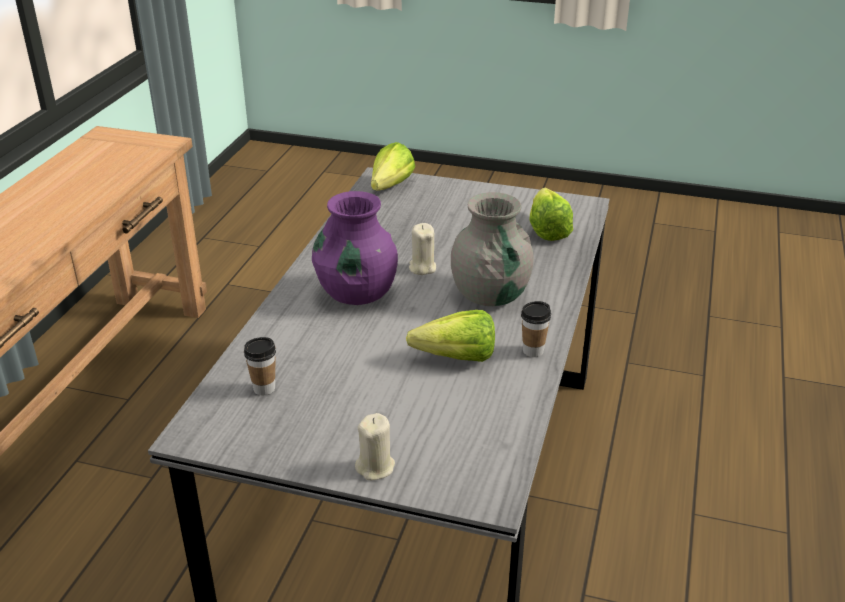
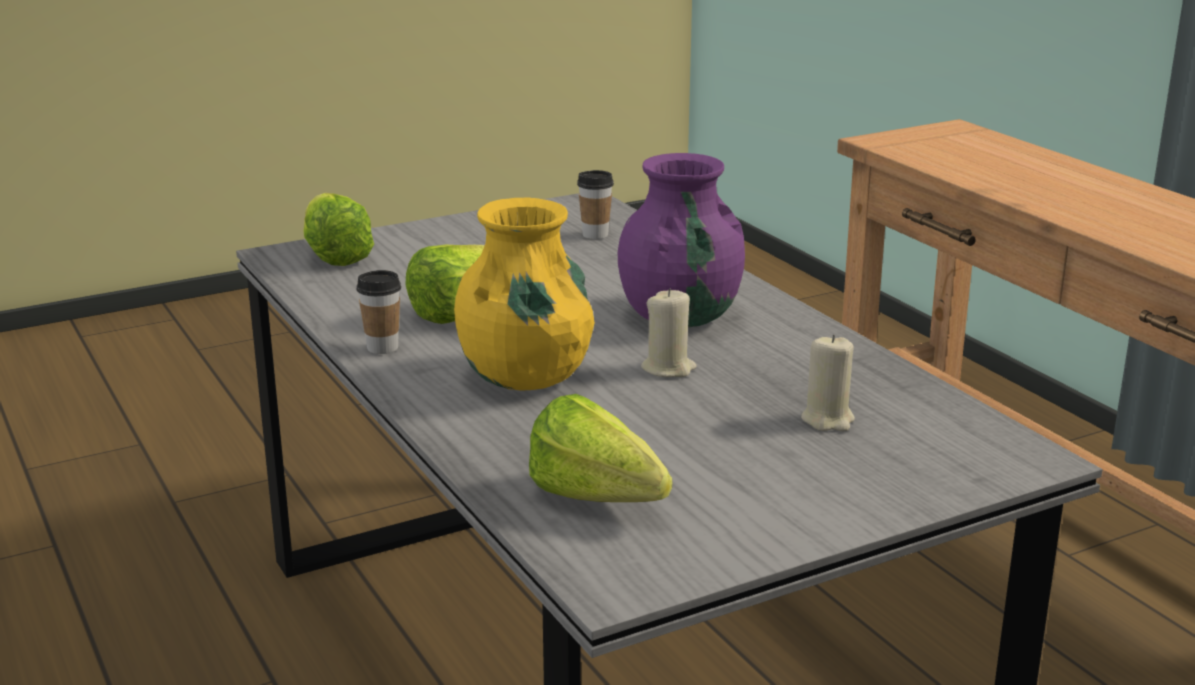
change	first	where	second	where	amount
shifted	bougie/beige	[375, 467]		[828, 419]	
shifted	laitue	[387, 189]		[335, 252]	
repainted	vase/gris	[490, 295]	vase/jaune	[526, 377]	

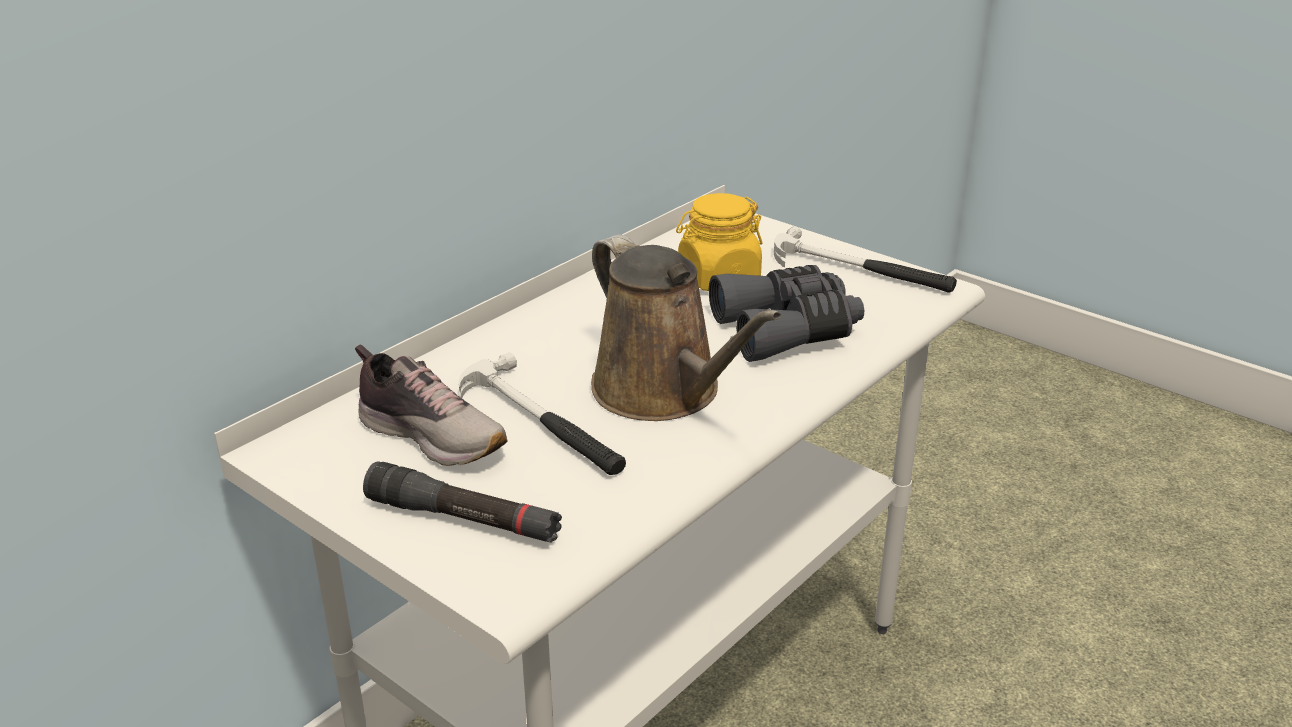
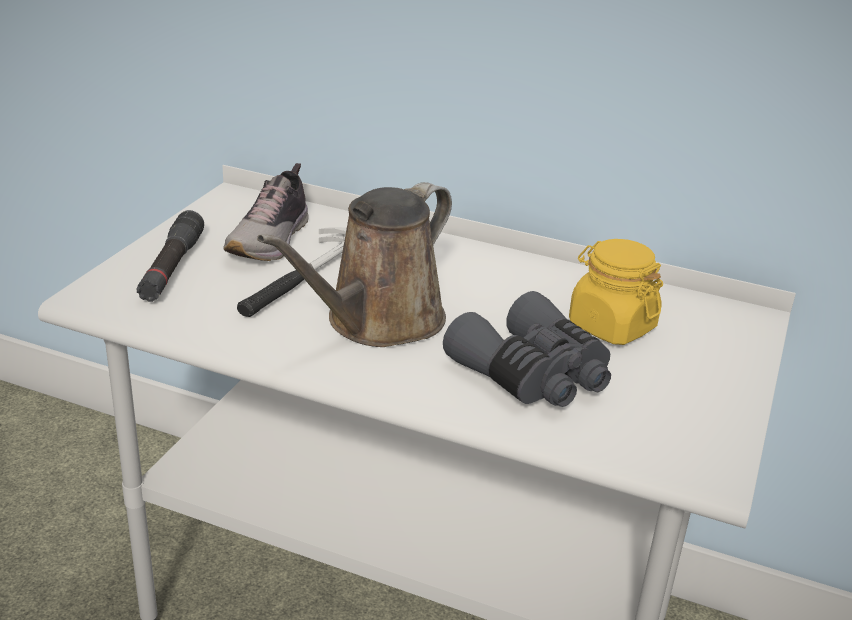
change	first	where	second	where	amount
gone	marteau	[860, 270]			

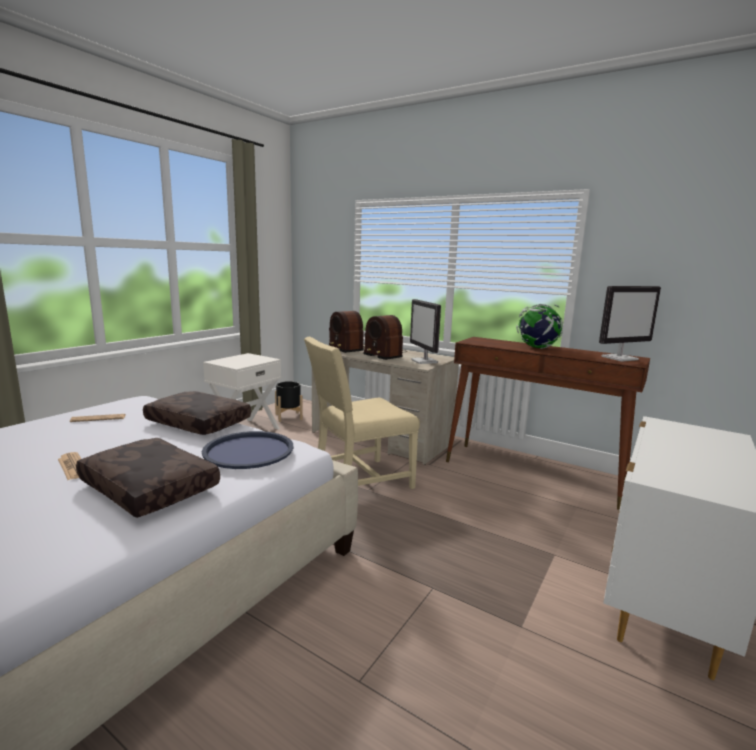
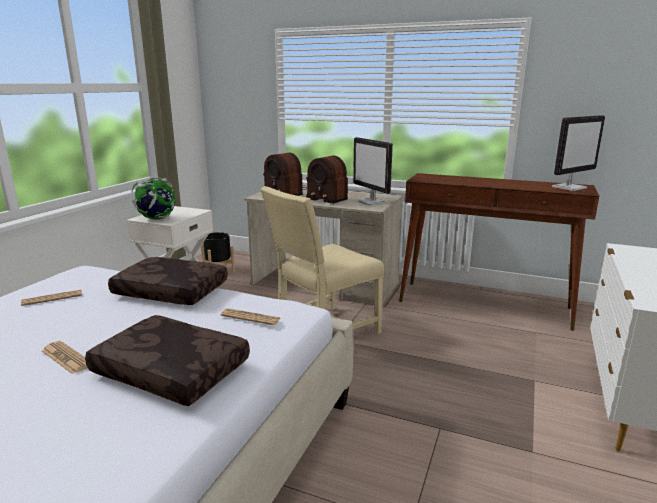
change	first	where	second	where	amount
swapped	plateau/bleu	[248, 451]	journal	[250, 317]	
shifted	globe	[537, 347]		[156, 219]	

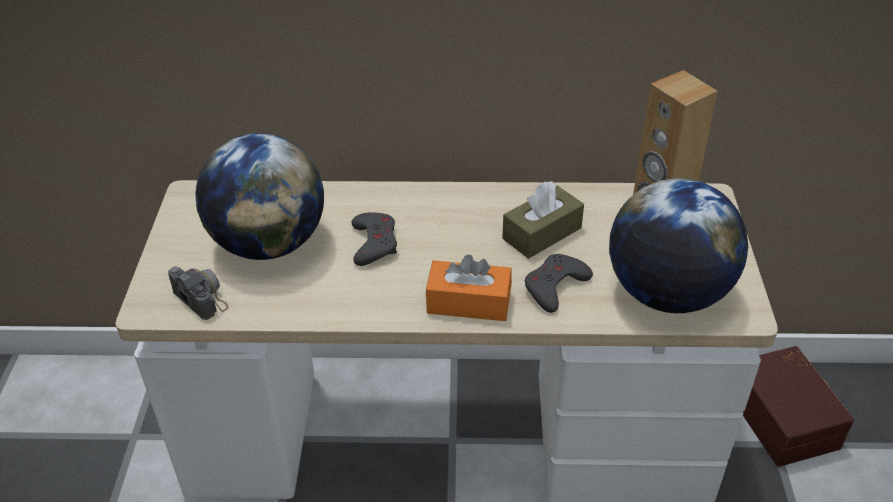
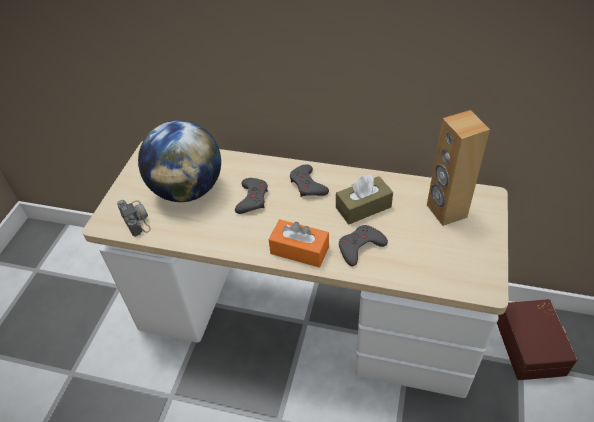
change	first	where	second	where	amount
gone	globe	[667, 294]			
new			manette/gris	[307, 185]	

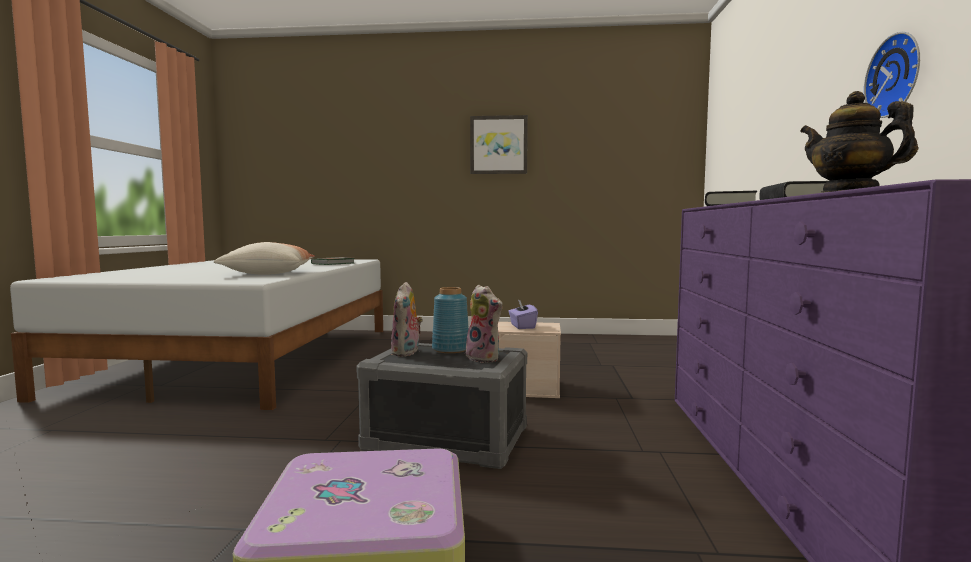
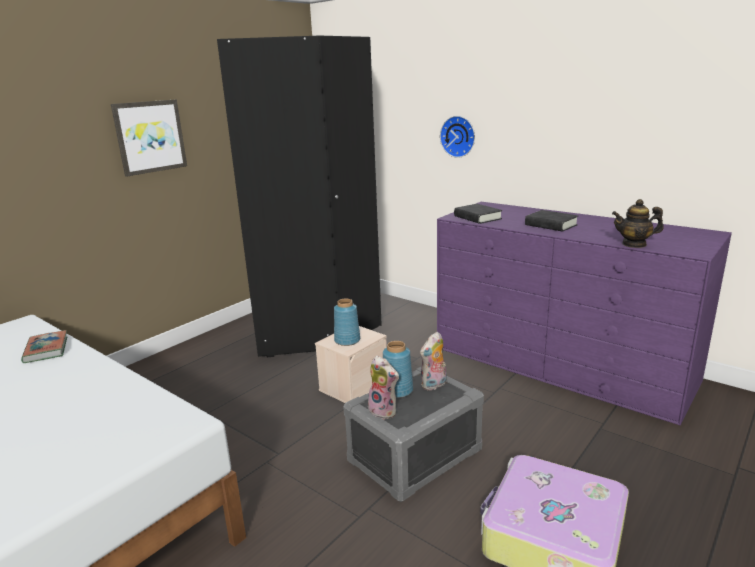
change	first	where	second	where	amount
gone	coussin	[269, 273]			
rotated	peluche	[485, 358]		[434, 385]	150 degrees clockwise
swapped	boîte à mouchoirs/violet	[522, 326]	vase/bleu	[347, 340]	
shifted	horloge murale	[897, 75]		[458, 136]	
new			armoire/noir	[319, 324]	

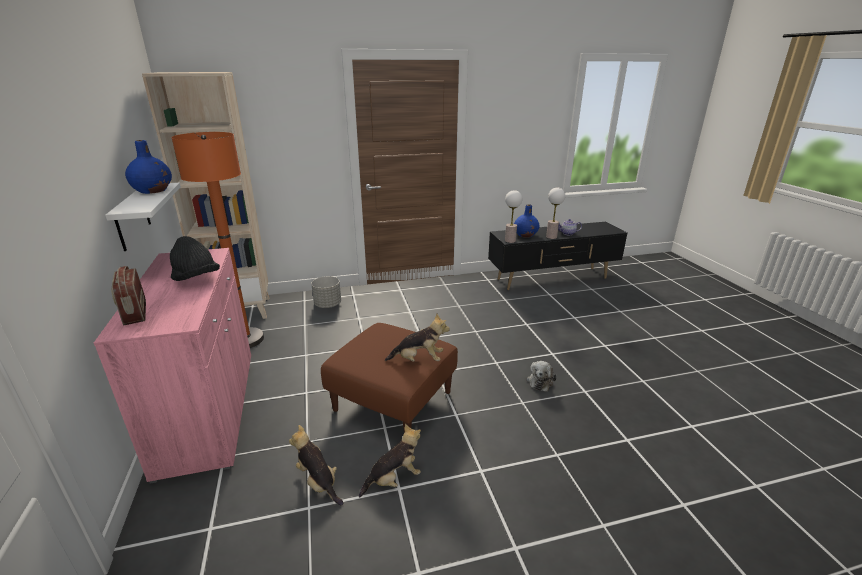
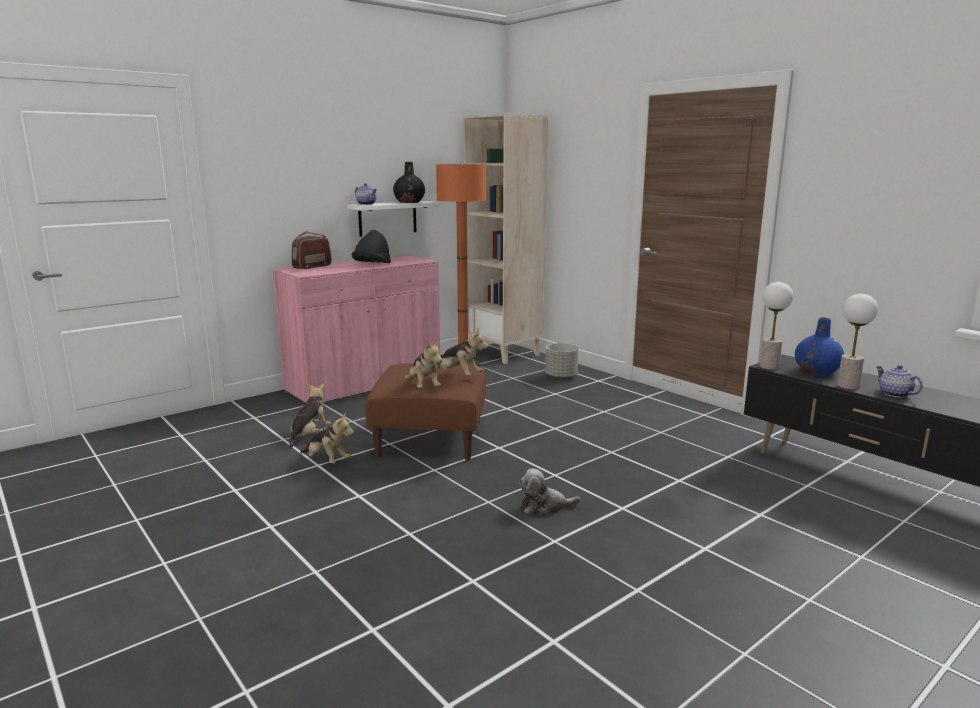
change	first	where	second	where	amount
repainted	vase/bleu	[153, 190]	vase/noir	[409, 202]	
new			théière	[367, 204]	
new			peluche	[458, 376]	

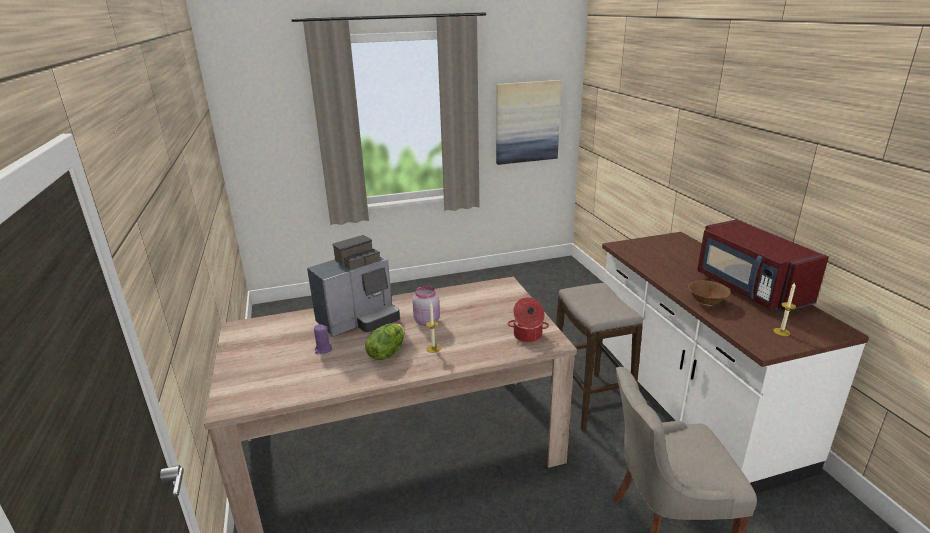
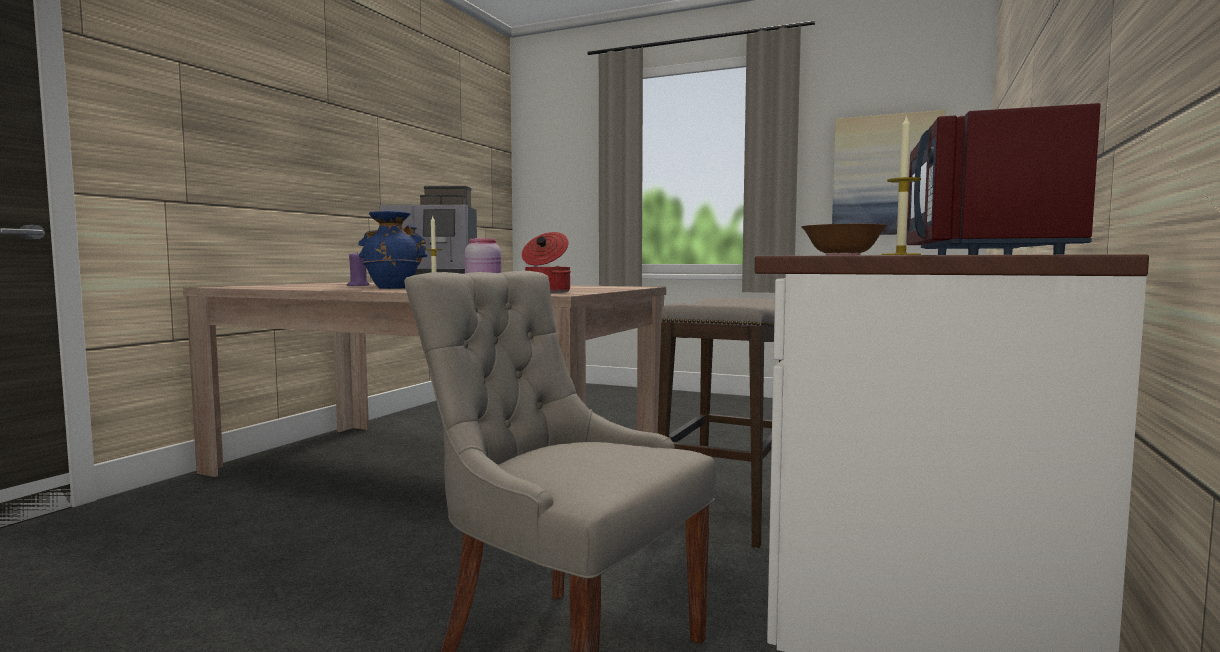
change	first	where	second	where	amount
swapped	laitue	[386, 352]	vase/bleu	[392, 288]	

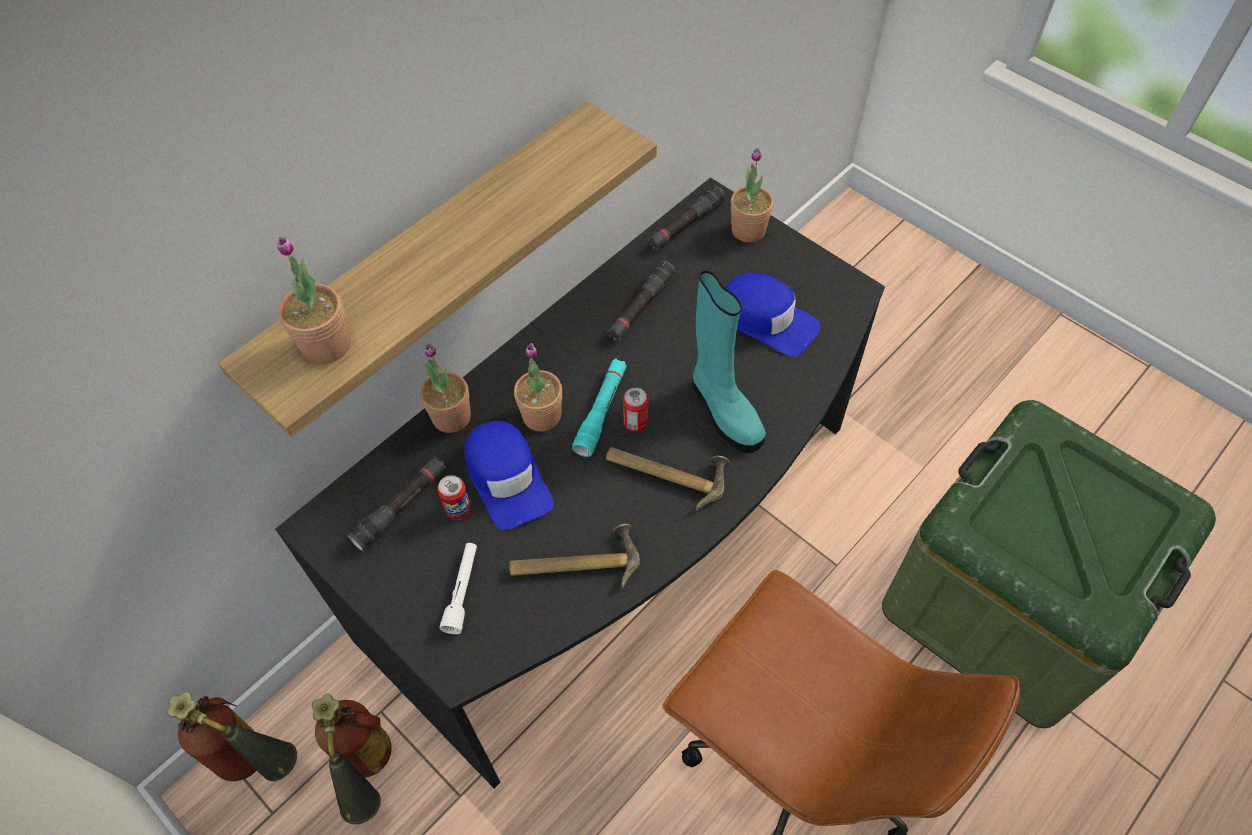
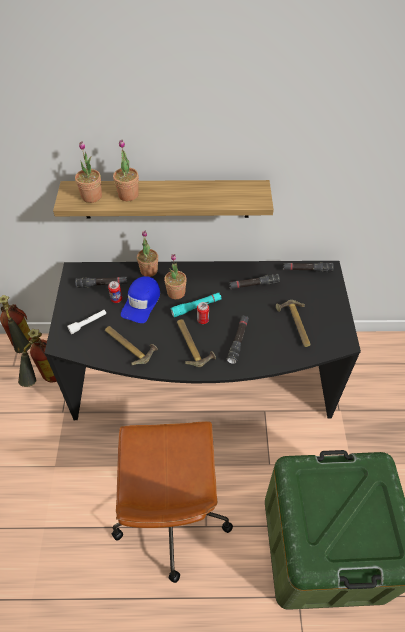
change	first	where	second	where	amount
swapped	botte/turquoise	[724, 410]	lampe de poche/noir	[238, 341]	
swapped	casquette/bleu	[767, 319]	marteau	[295, 325]	
shifted	plante en pot	[748, 230]		[128, 195]	

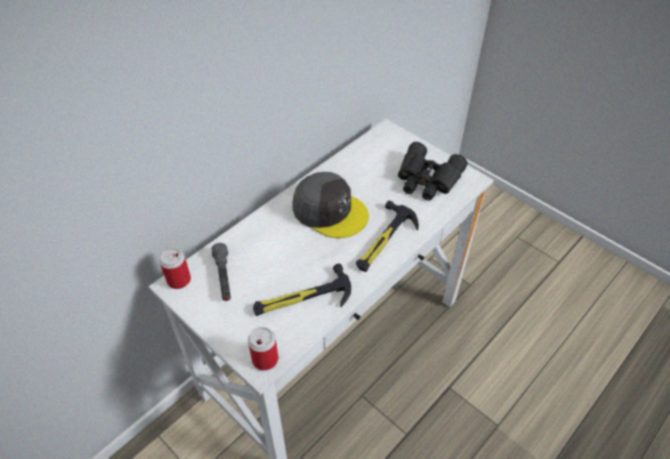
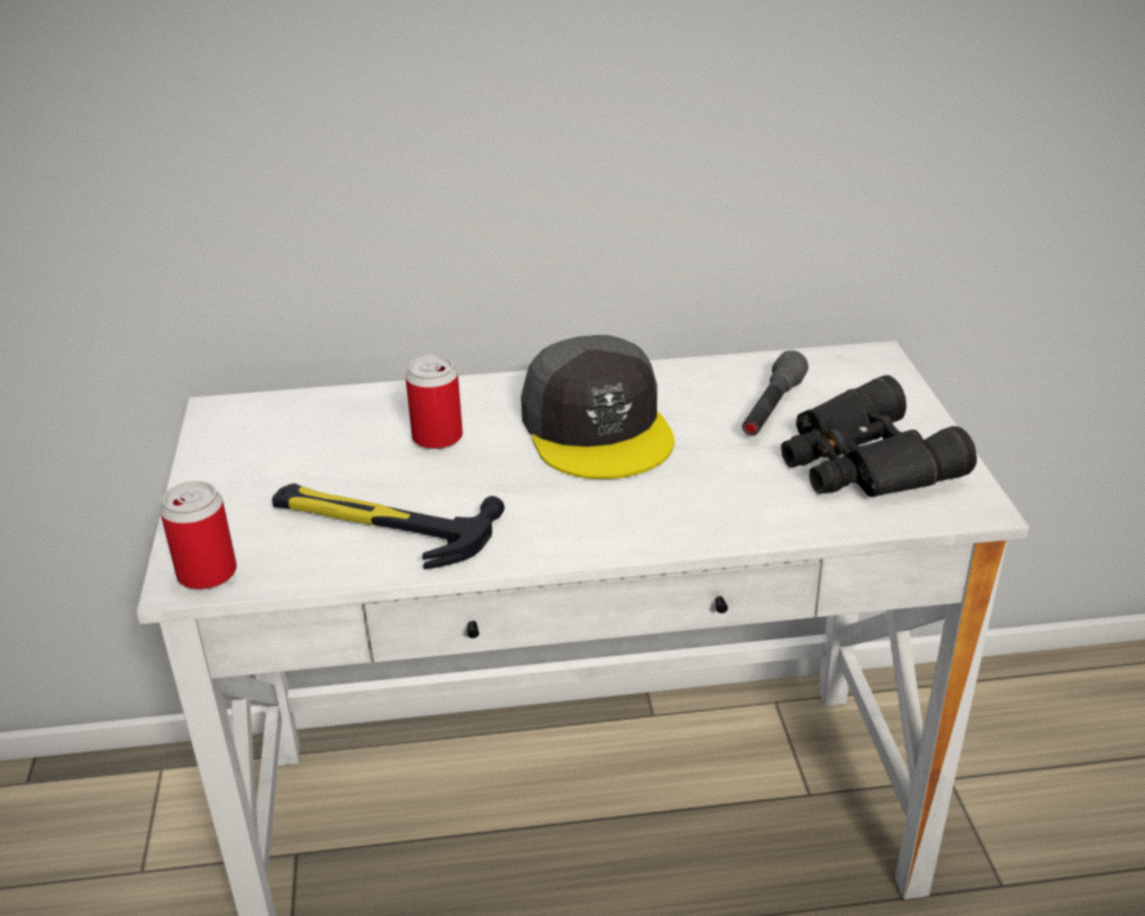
change	first	where	second	where	amount
shifted	boîte métallique	[179, 280]		[437, 437]	
shifted	lampe de poche/gris	[223, 277]		[771, 409]	
gone	marteau	[384, 240]			

